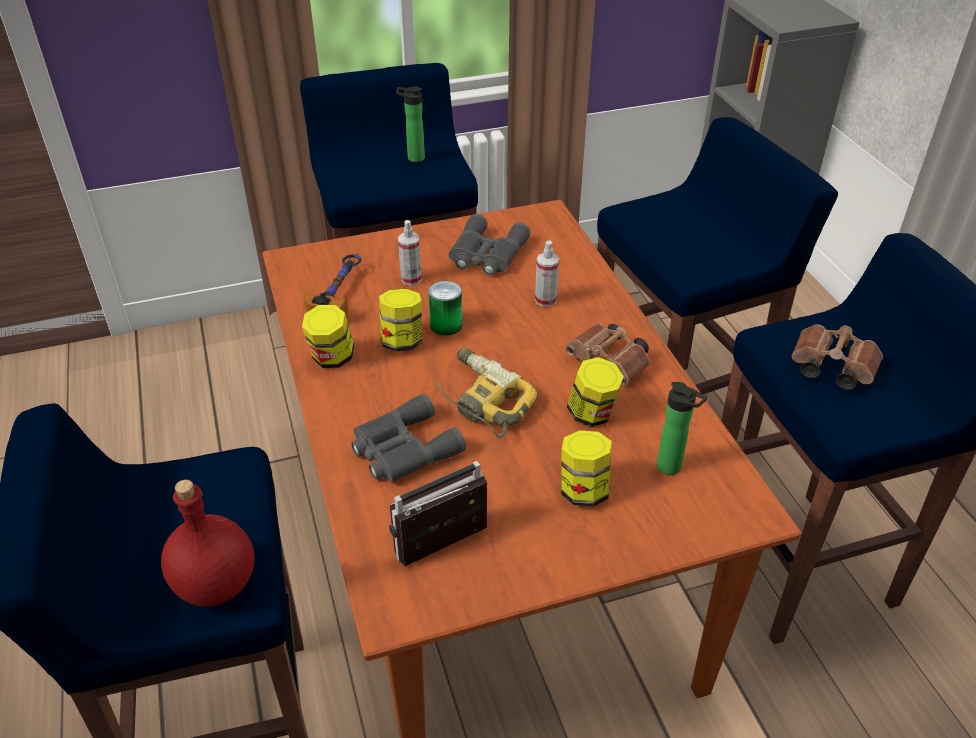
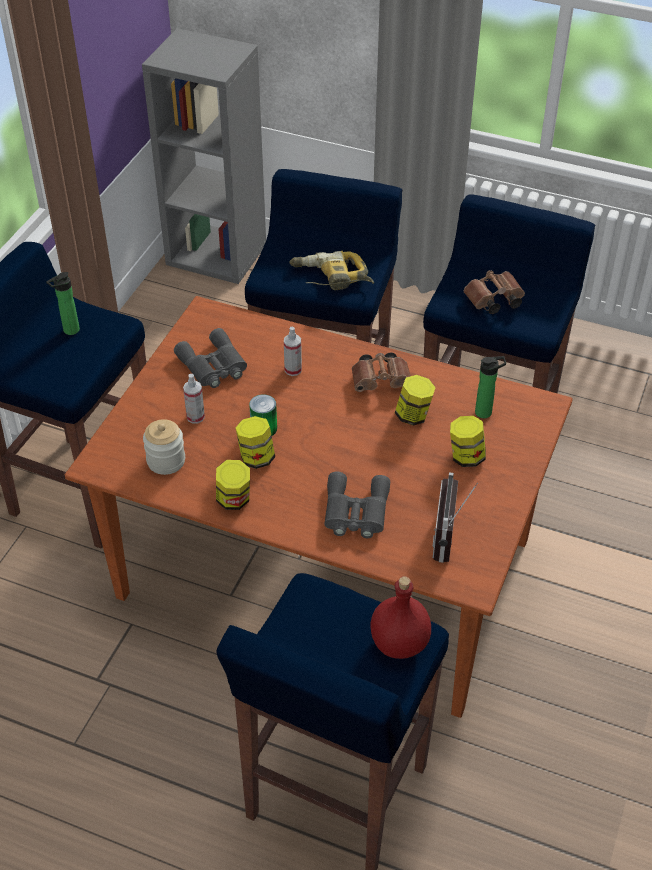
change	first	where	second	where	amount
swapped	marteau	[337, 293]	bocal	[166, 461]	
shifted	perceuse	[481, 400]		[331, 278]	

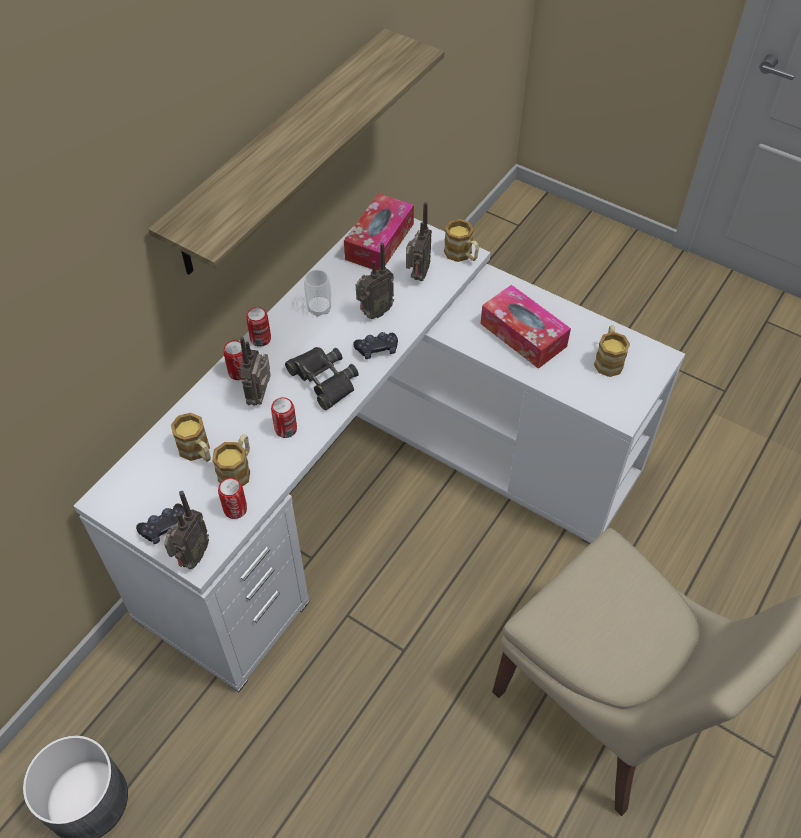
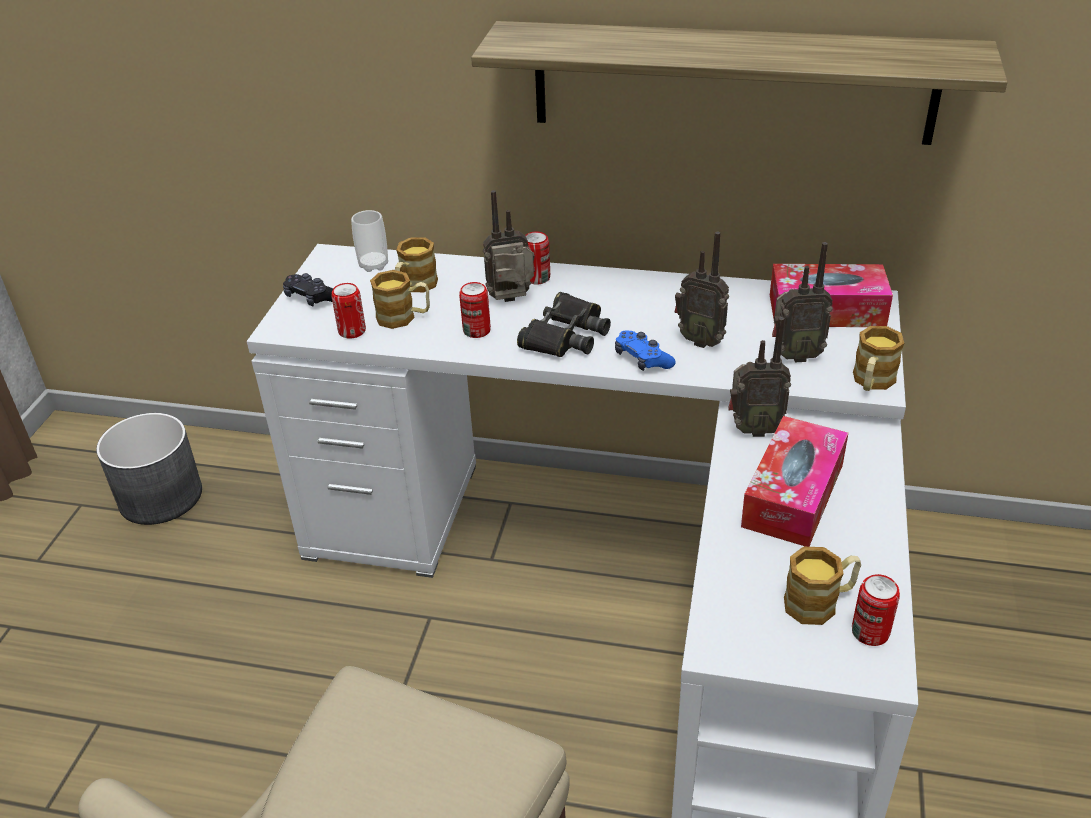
change	first	where	second	where	amount
shifted	radio	[191, 557]		[753, 429]	
shifted	boîte métallique	[260, 339]		[870, 632]	
shifted	tasse	[319, 308]		[373, 265]	
repainted	manette/noir	[377, 349]	manette/bleu	[642, 359]	

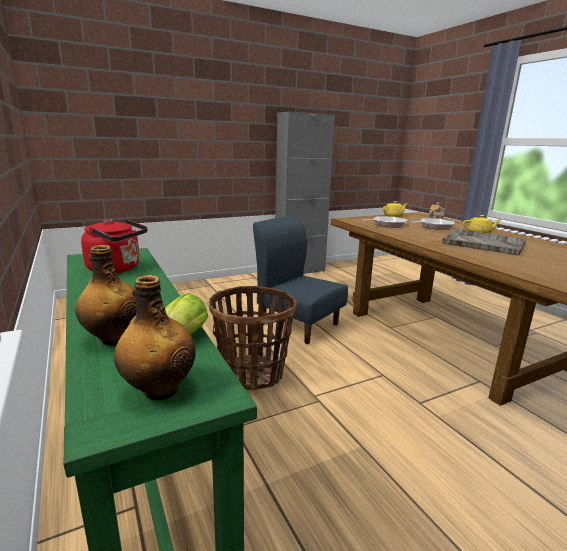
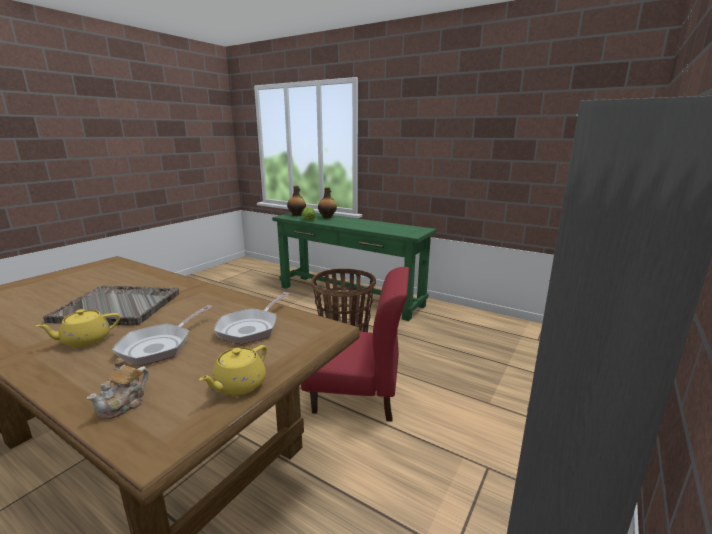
change	first	where	second	where	amount
gone	bouilloire/rouge	[117, 269]			
repainted	chaise/bleu	[298, 324]	chaise/rouge	[356, 395]	

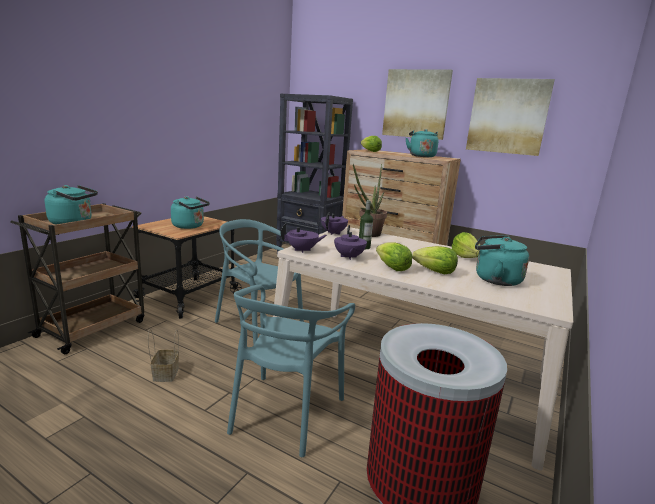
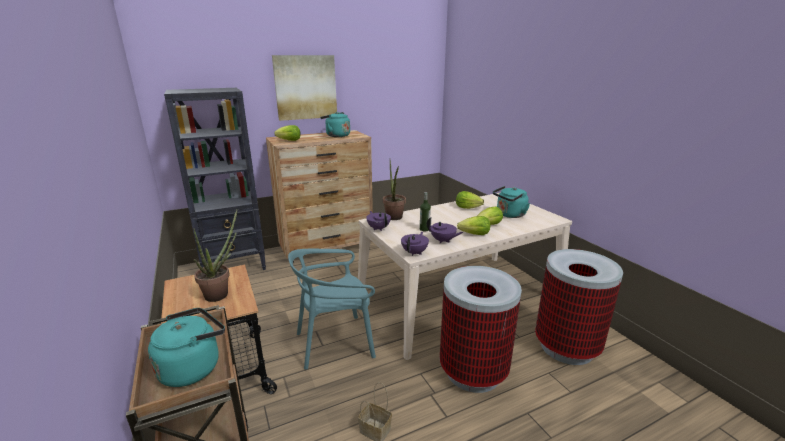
change	first	where	second	where	amount
swapped	bouilloire/turquoise	[190, 226]	plante en pot	[221, 293]	
swapped	chaise/turquoise	[285, 412]	poubelle	[473, 372]	
gone	tableau	[507, 116]			

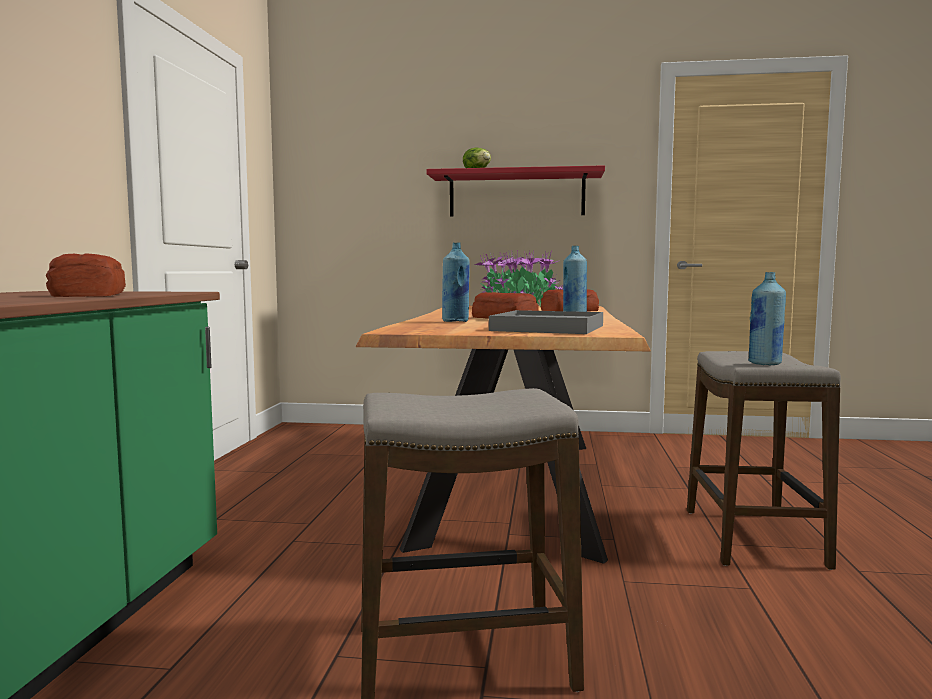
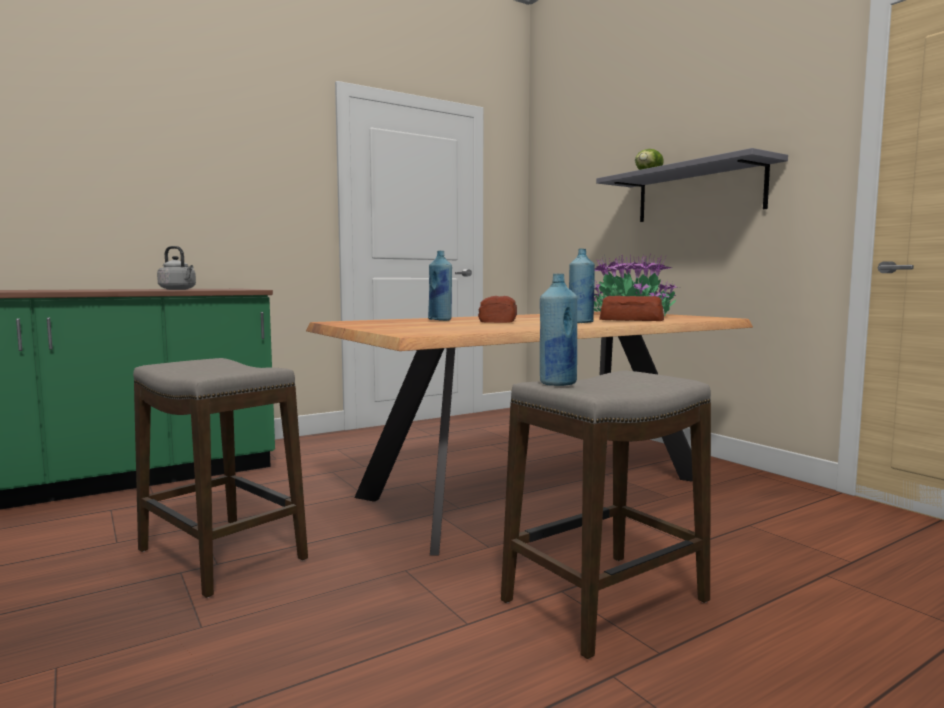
change	first	where	second	where	amount
swapped	pain	[90, 295]	bouilloire/gris	[178, 289]	
repainted	étagère/rouge	[516, 195]	étagère/gris	[699, 193]	
gone	plateau/gris	[547, 328]			

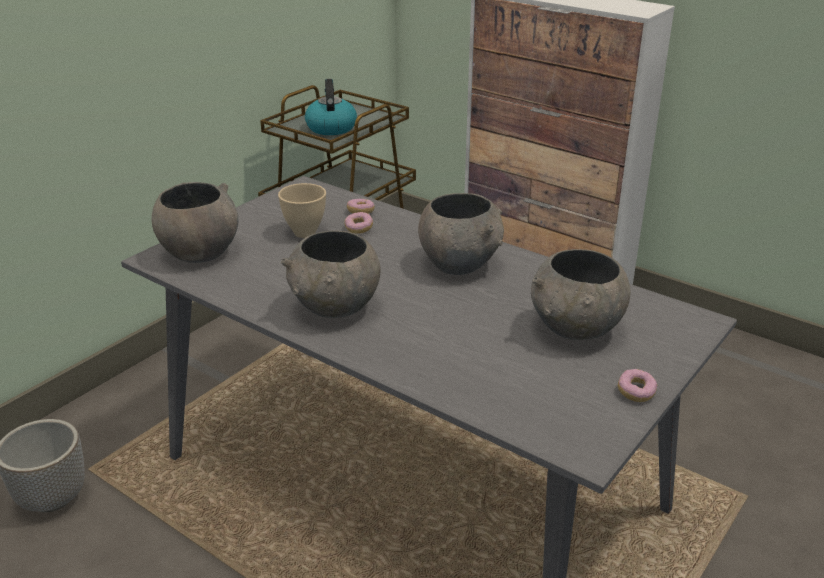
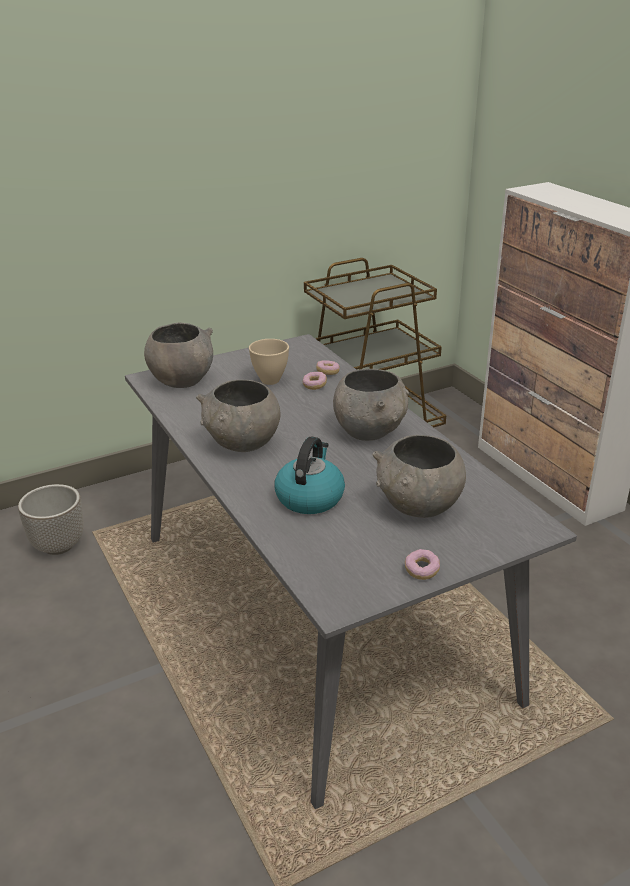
change	first	where	second	where	amount
shifted	bouilloire	[331, 127]		[310, 497]	

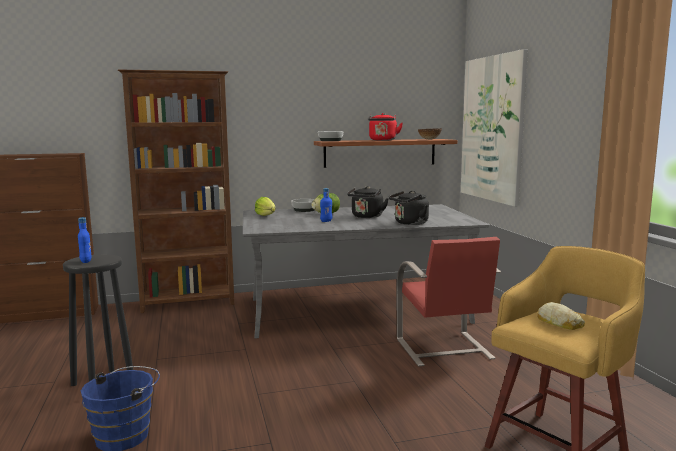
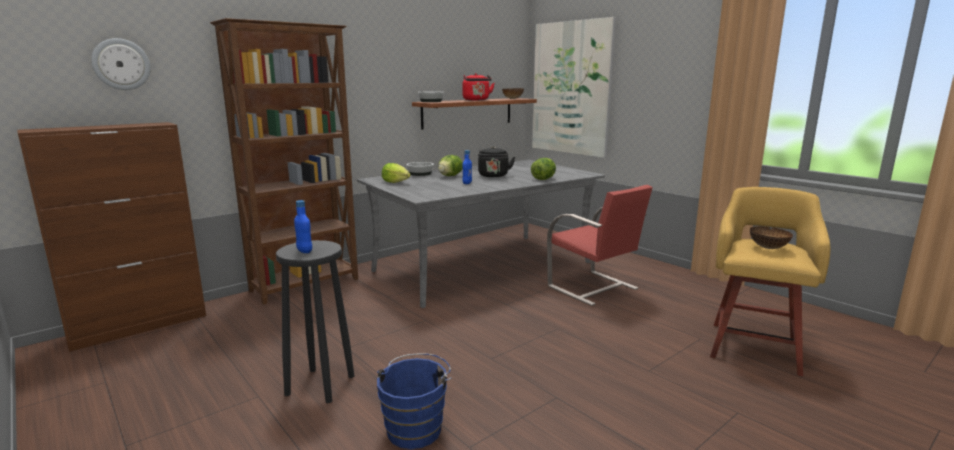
change	first	where	second	where	amount
swapped	bouilloire/noir	[409, 223]	laitue	[543, 179]	
swapped	pain	[559, 322]	bol	[768, 248]	
new			horloge murale	[121, 64]	

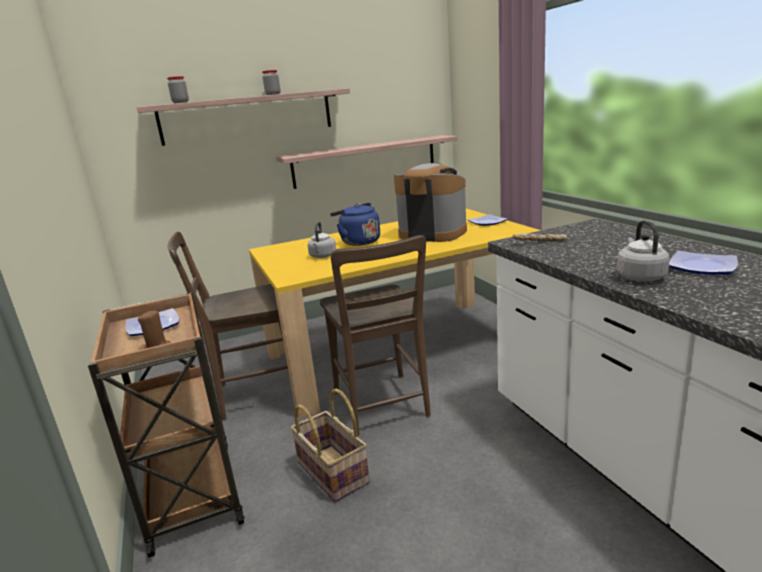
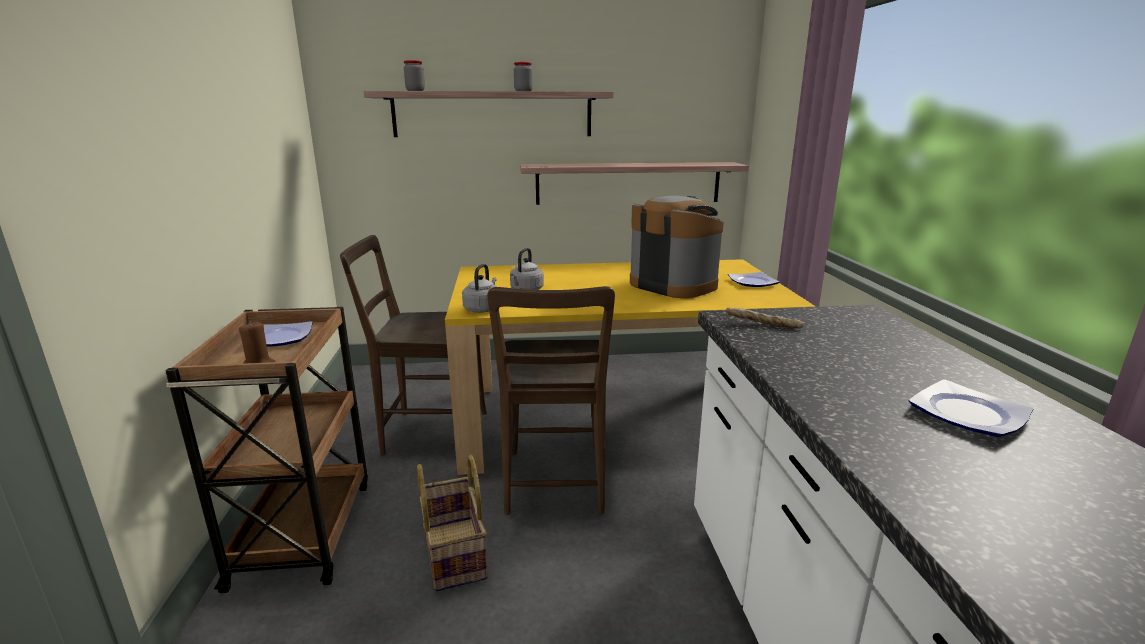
change	first	where	second	where	amount
gone	bouilloire/bleu	[358, 242]			
shifted	bouilloire/gris	[639, 276]		[483, 309]	

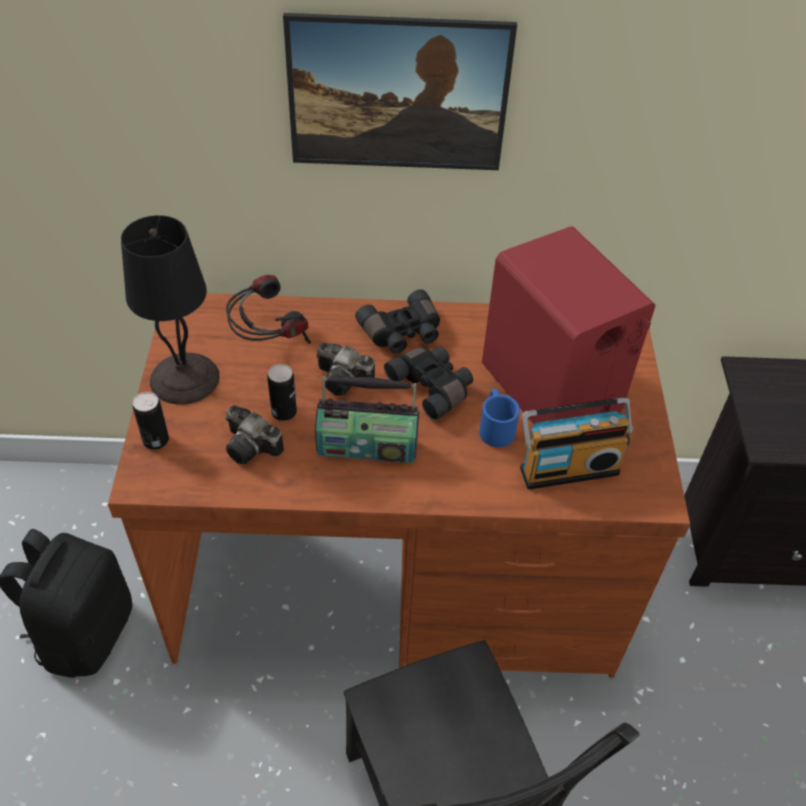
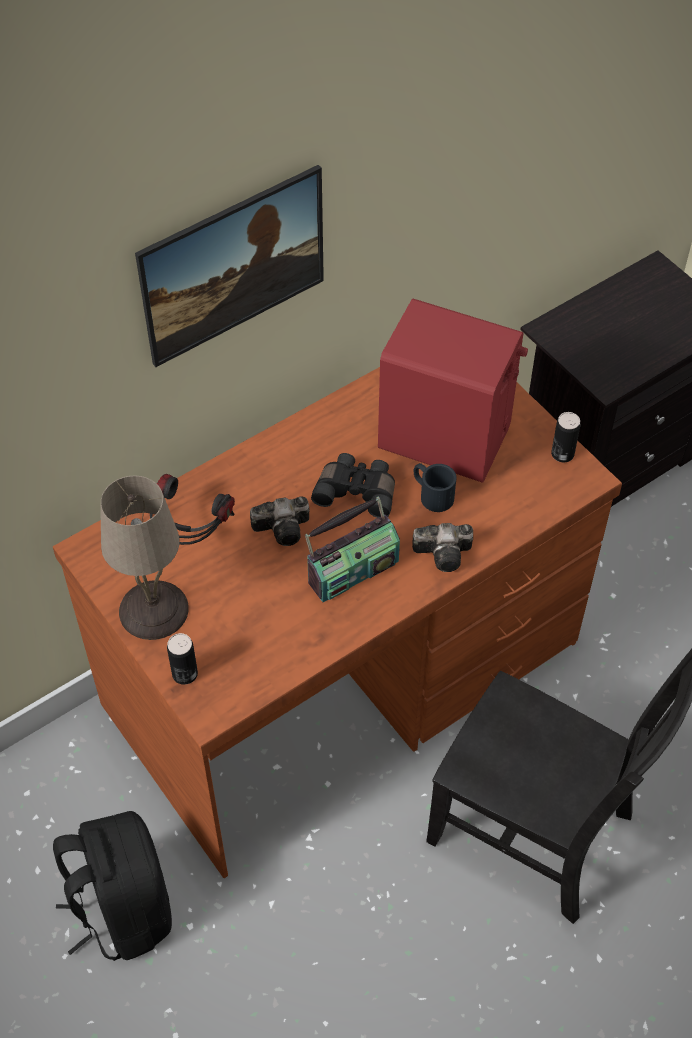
change	first	where	second	where	amount
repainted	lampe de table/noir	[186, 379]	lampe de table/beige	[155, 609]	
shifted	appareil photo	[253, 447]		[446, 553]	
shifted	boîte métallique	[284, 412]		[562, 454]	
gone	jumelles/noir	[402, 333]			
repainted	mug/bleu	[495, 426]	mug/noir	[431, 494]	
gone	radio	[568, 467]			

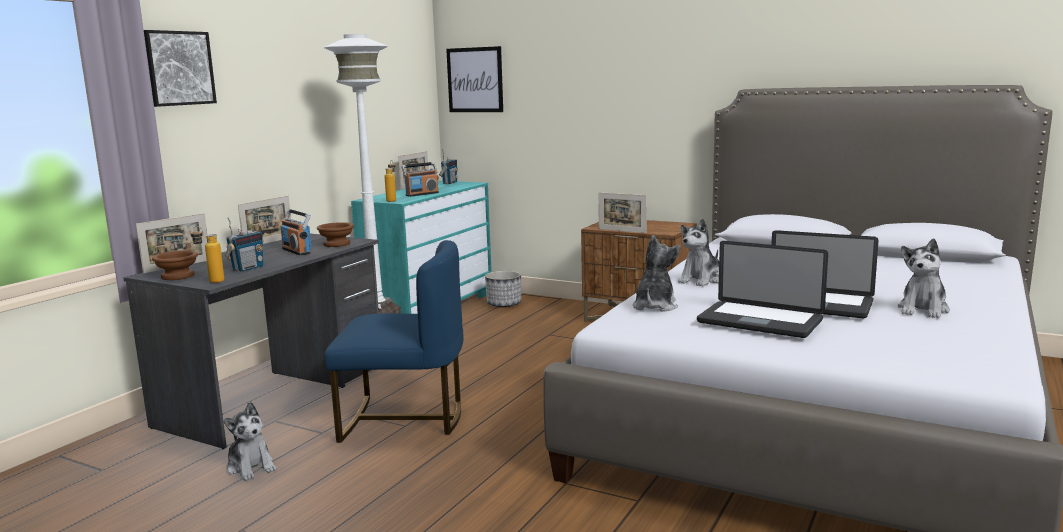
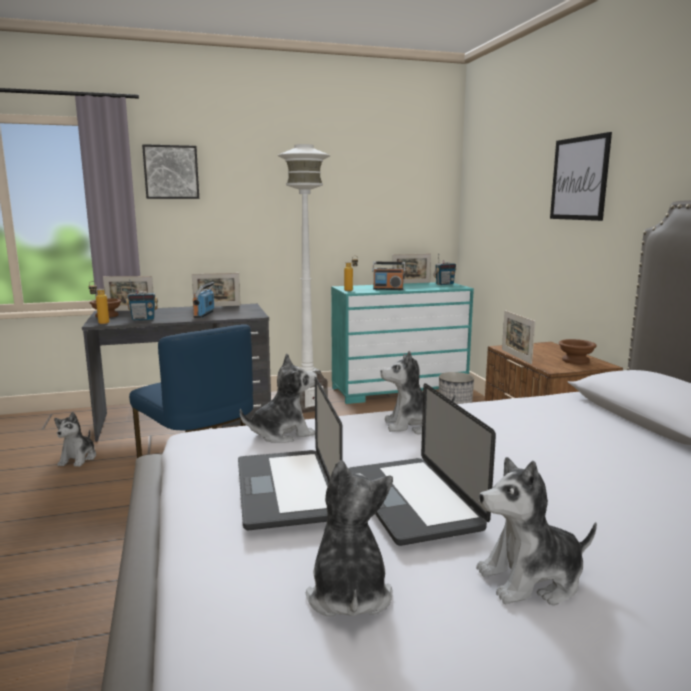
change	first	where	second	where	amount
shifted	bol/marron	[336, 244]		[575, 360]	
shifted	tableau	[475, 80]		[579, 178]	
new			peluche	[348, 593]	

